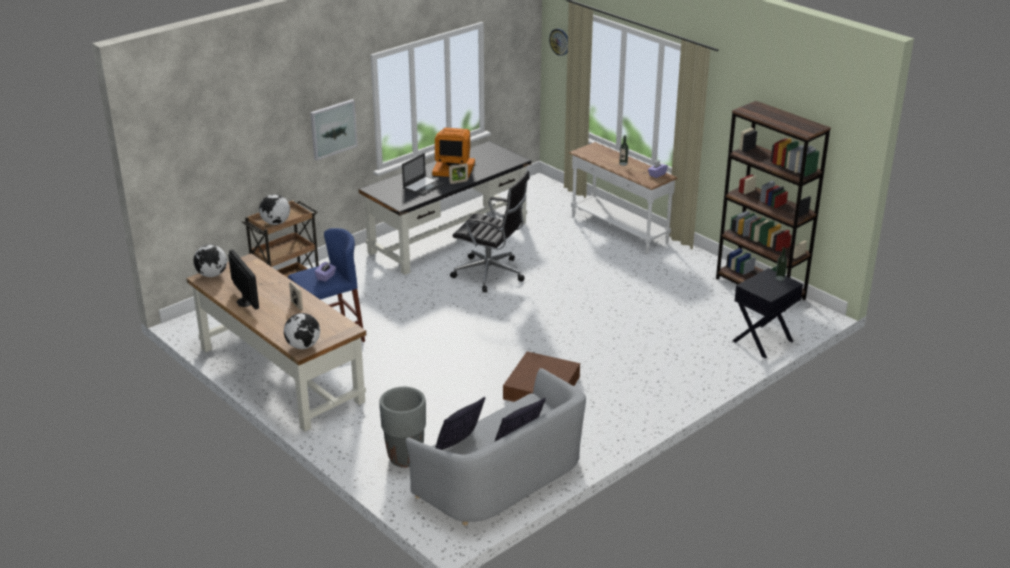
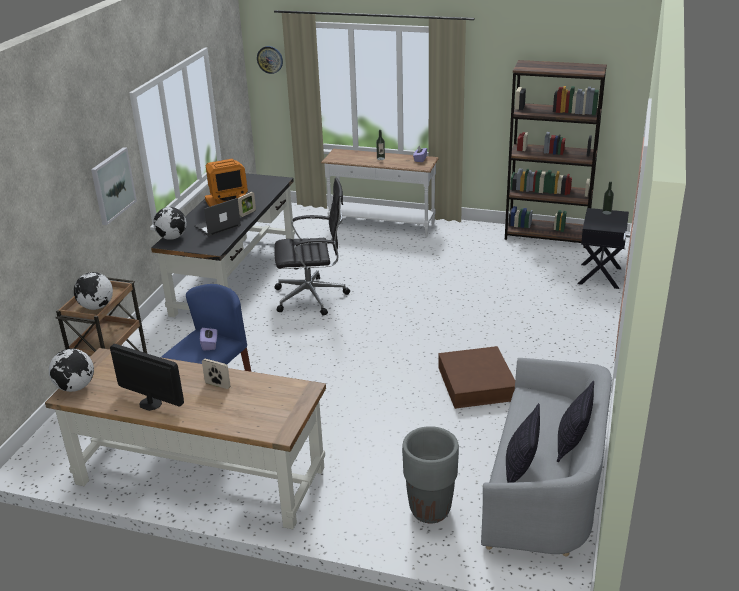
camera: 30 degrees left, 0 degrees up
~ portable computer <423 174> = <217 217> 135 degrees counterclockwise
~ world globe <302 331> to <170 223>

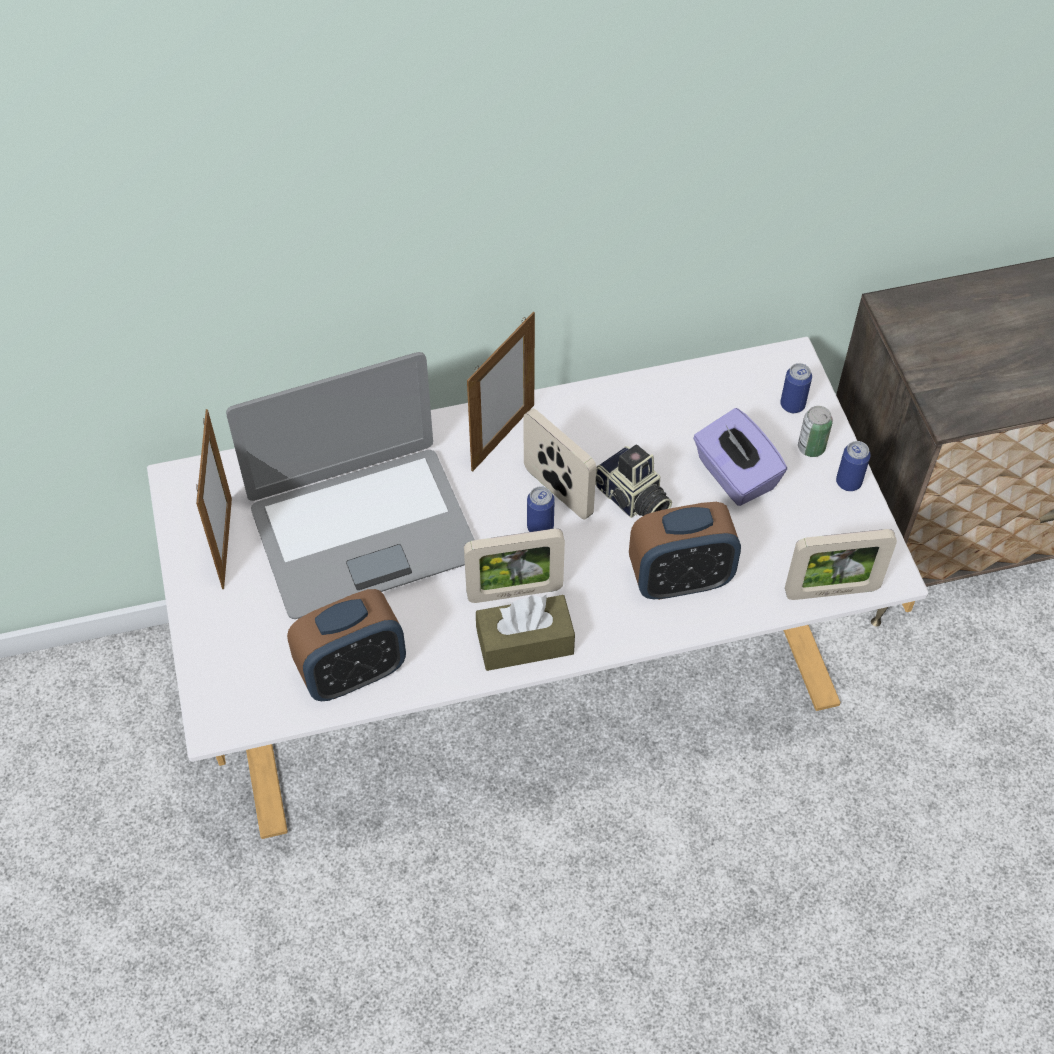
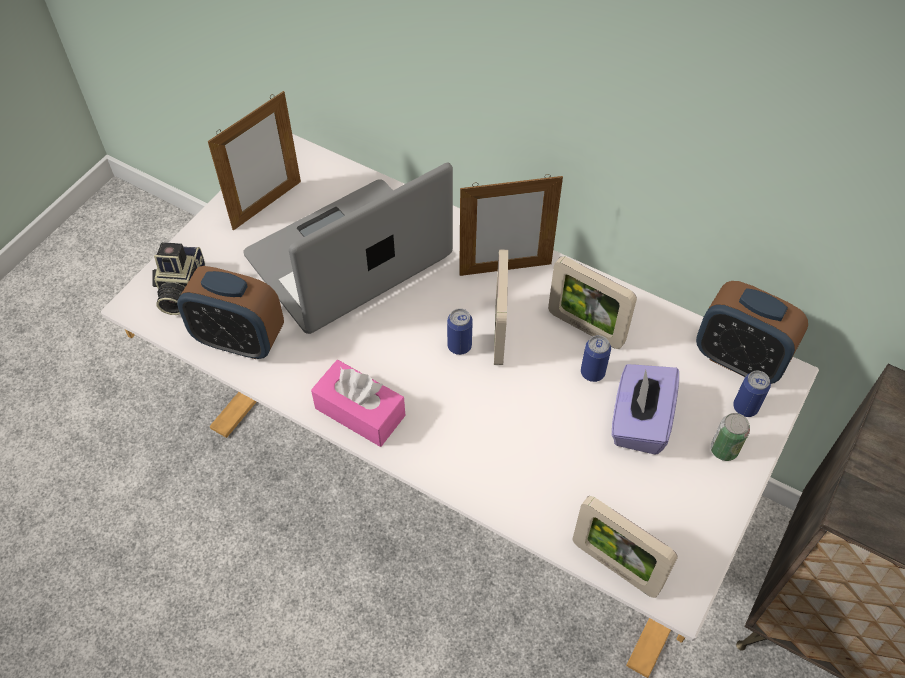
camera: 45 degrees right, 0 degrees up
~ portable computer <350 485> = <348 248> 120 degrees clockwise
~ sealed can <853 466> to <596 358>
~ photo camera <633 481> to <178 278>
~ bedside clock <685 551> to <752 332>
~ photo frame <514 566> to <592 302>
~ tissue holder (brownish) <525 632> to tissue holder (pinkish) <358 403>

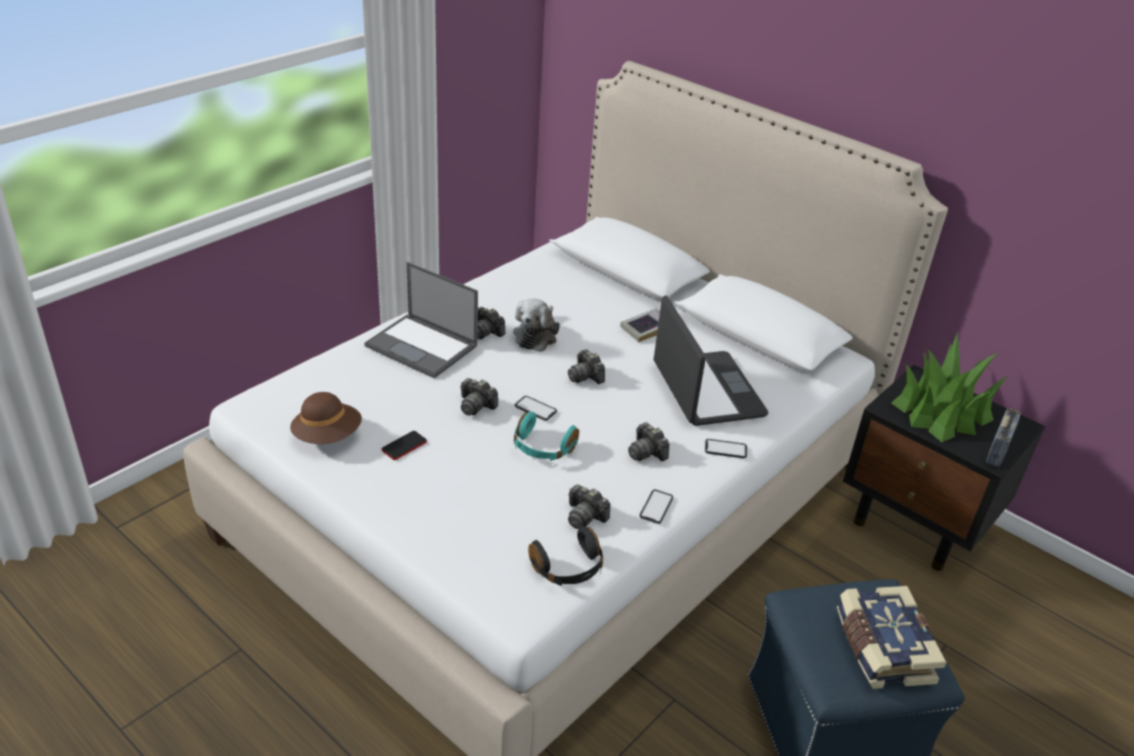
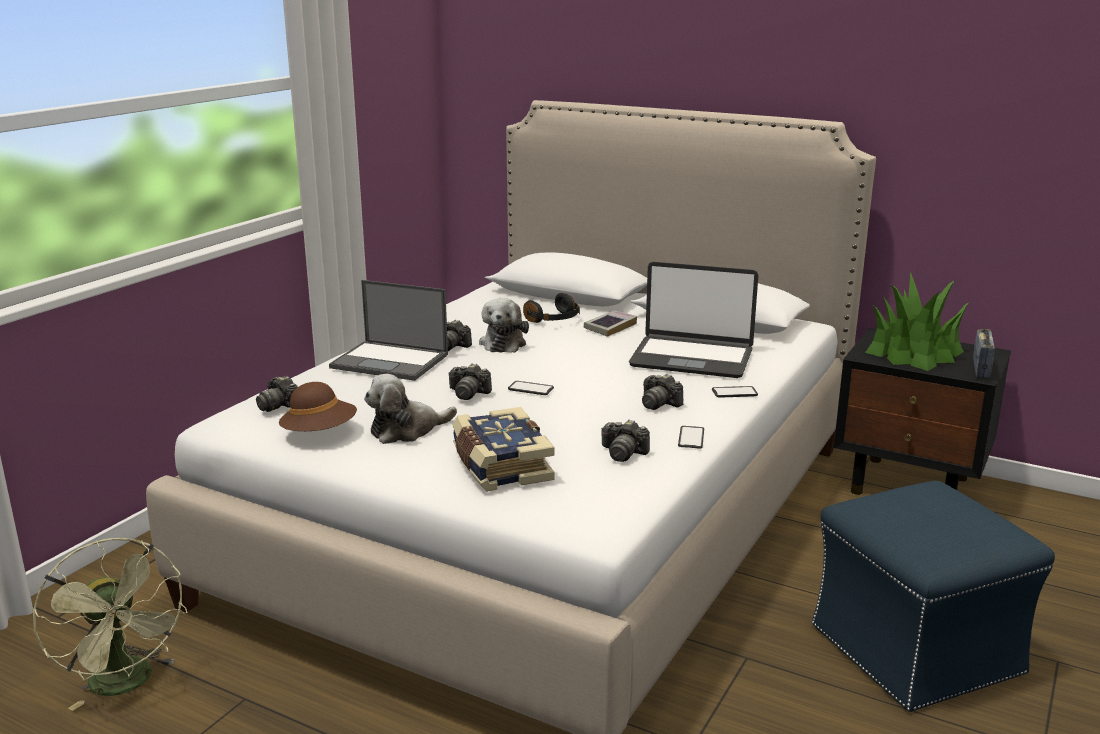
camera: 10 degrees left, 15 degrees down
~ portable computer <710 360> = <693 320> 135 degrees clockwise
~ photo camera <586 366> to <277 394>
- pair of headphones (blue-green) <546 436>
~ handset <404 445> to cuddly toy <410 409>
~ pair of headphones (black) <565 556> to <551 308>
~ book <892 637> to <504 449>
+ electric fan (green) <110 624>

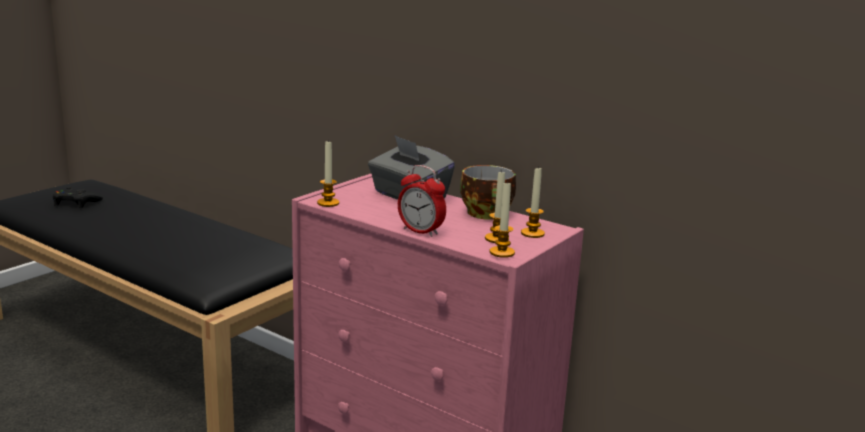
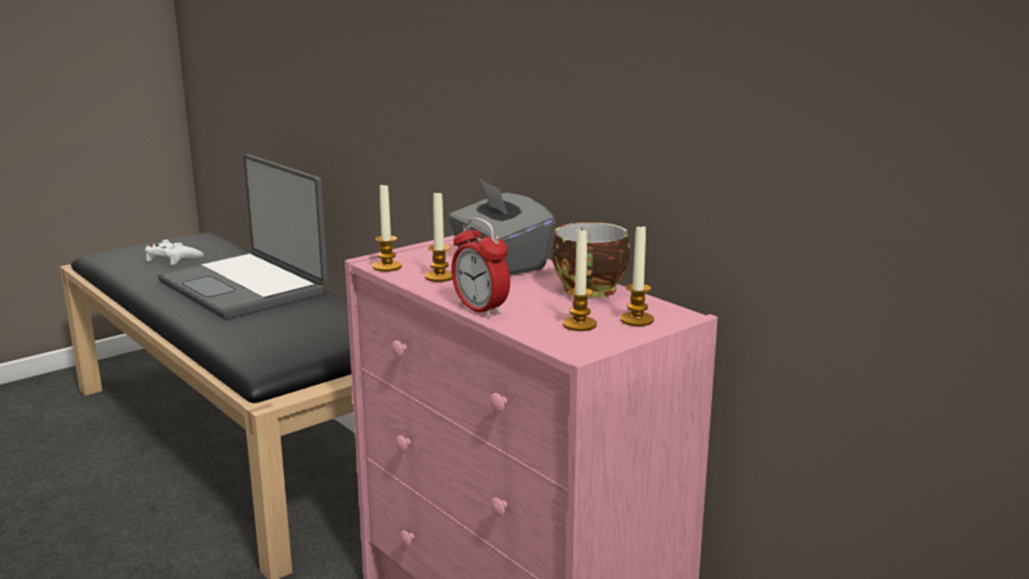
camera: 15 degrees right, 0 degrees up
~ wax light <502 219> to <438 236>
~ gamepad (black) <78 197> to gamepad (whitish) <174 252>
+ portable computer <242 237>

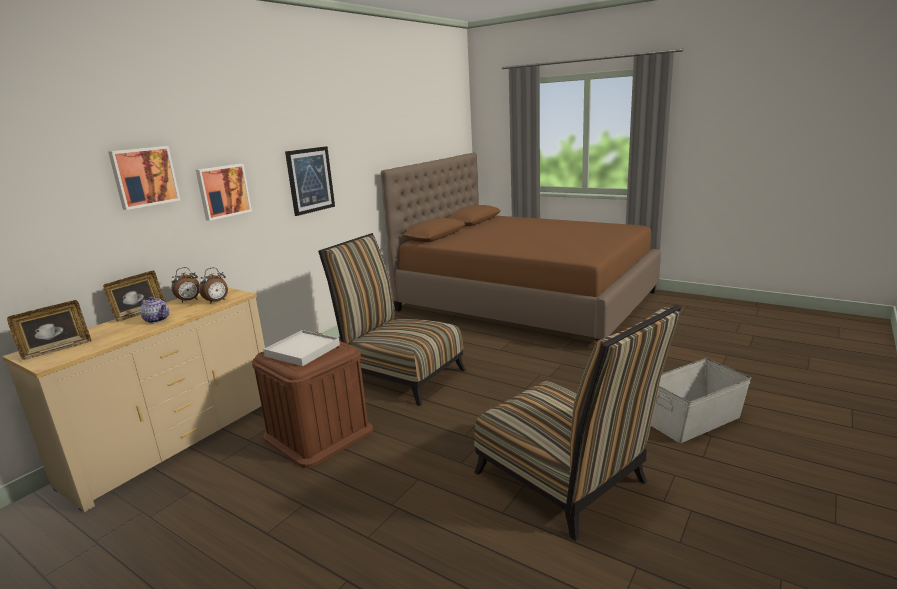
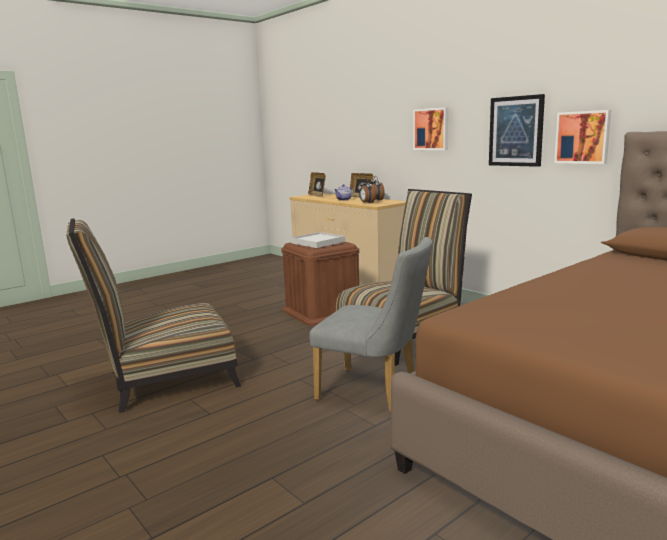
camera: 105 degrees right, 5 degrees down
~ wall art <144 178> to <582 137>
- storage container (grey) <701 400>
+ plain chair (grey) <370 324>

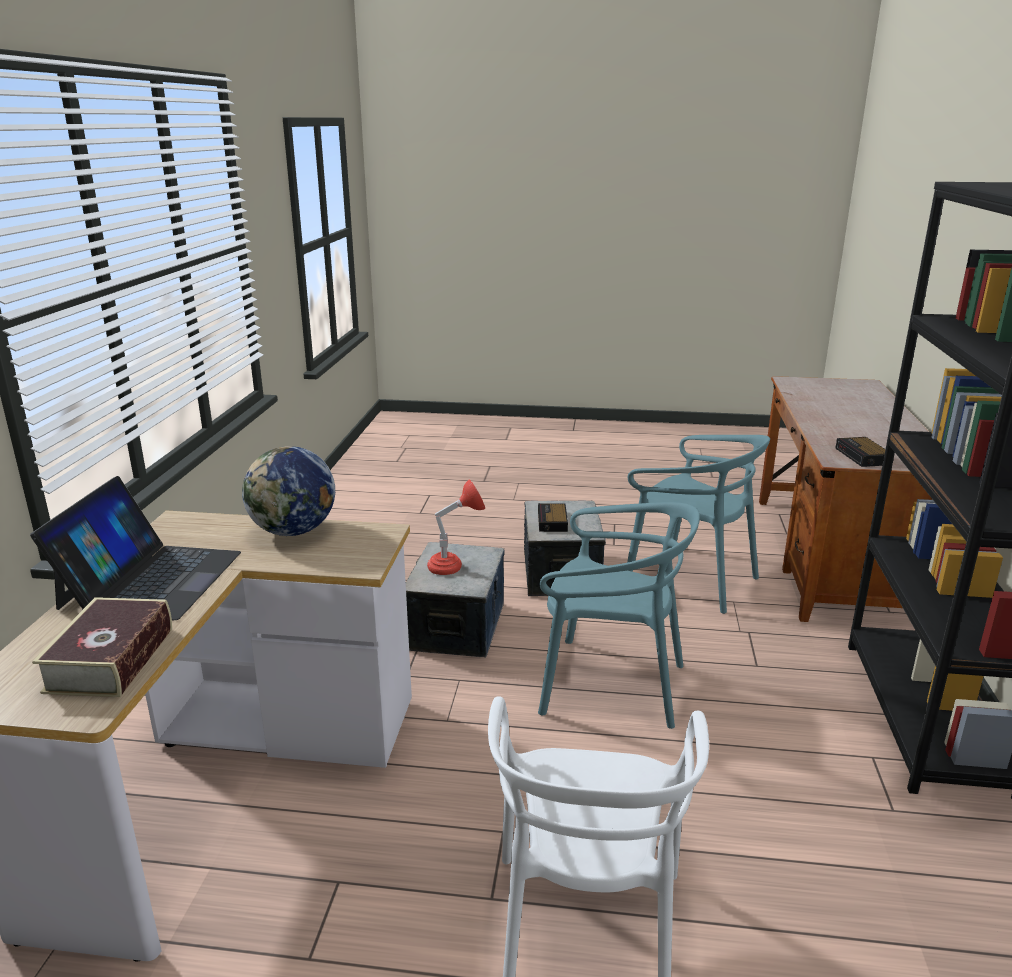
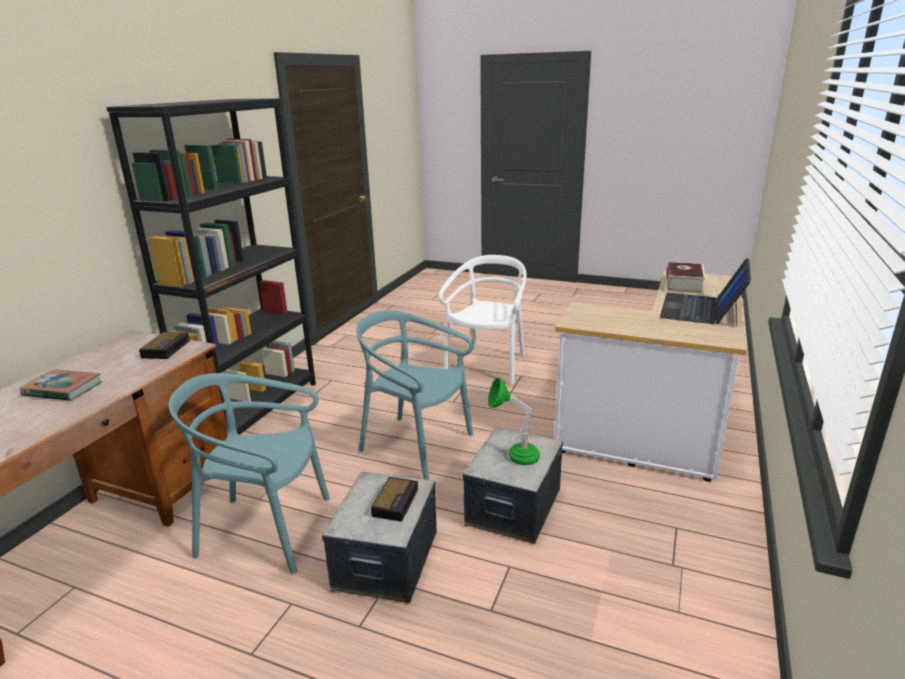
camera: 165 degrees left, 0 degrees up
~ plain chair (blue-green) <698 524> = <249 473> 45 degrees counterclockwise
- world globe <288 491>
~ table lamp (red-coloured) <456 527> to table lamp (green) <514 421>
+ book <61 385>

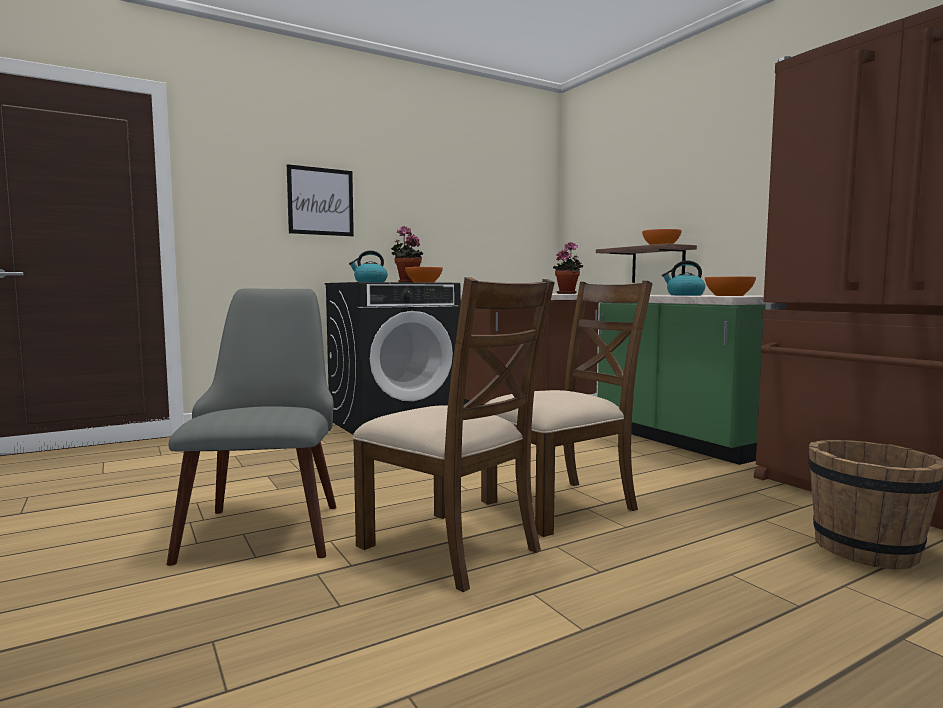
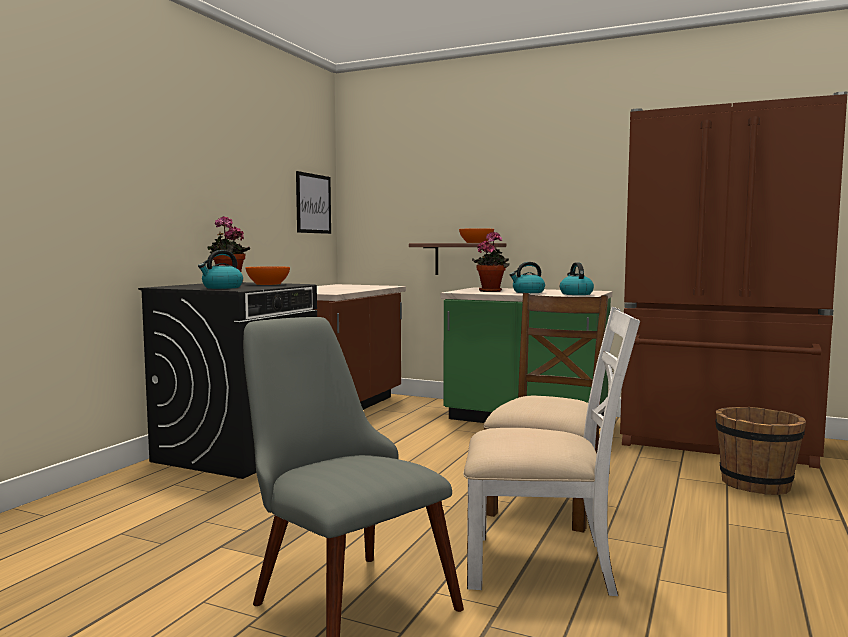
camera: 35 degrees left, 0 degrees up
~ wall art <320 200> to <313 202>
~ plant in a pot <568 268> to <491 261>
~ plain chair (brownish) <454 434> to plain chair (whitish) <551 451>
~ bowl (orange-coloured) <730 286> to tea kettle <577 278>

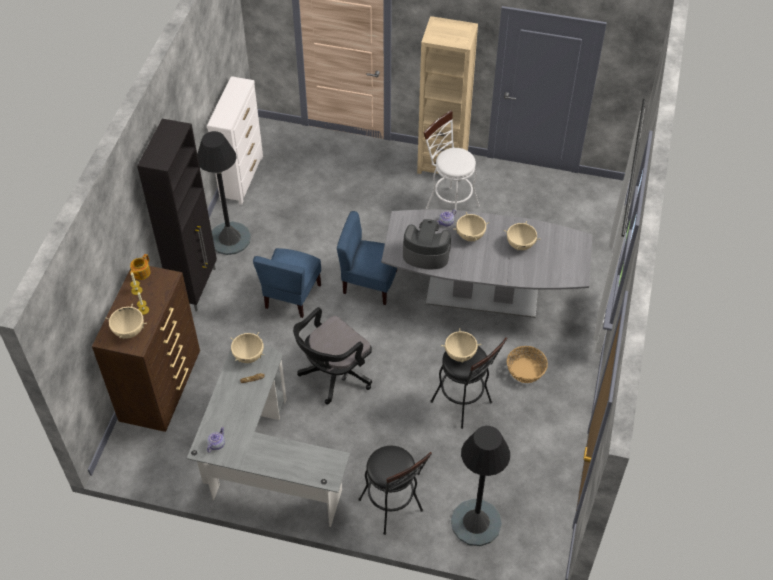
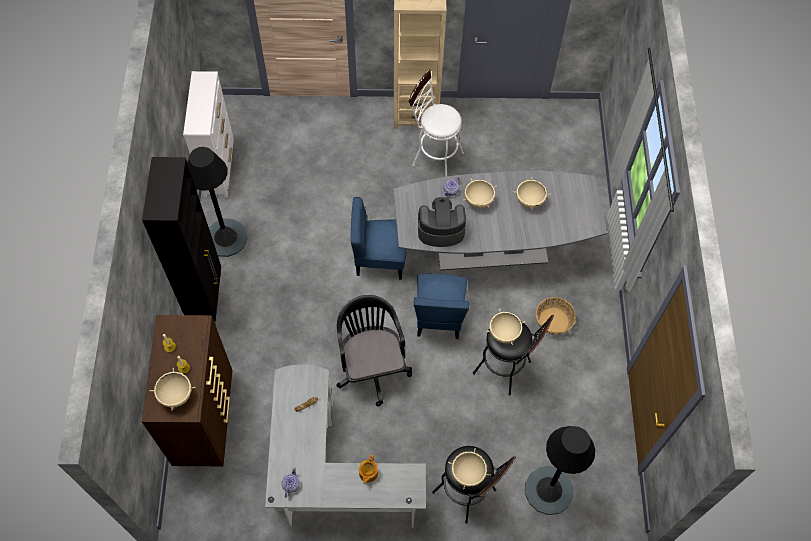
camera: 15 degrees left, 10 degrees up
~ plain chair (blue) <287 283> to <442 306>
~ pot for tea <140 267> to <368 469>
~ computer chair (black) <332 355> = <374 351> 135 degrees clockwise
~ saucepot (beige) <247 347> to <469 468>

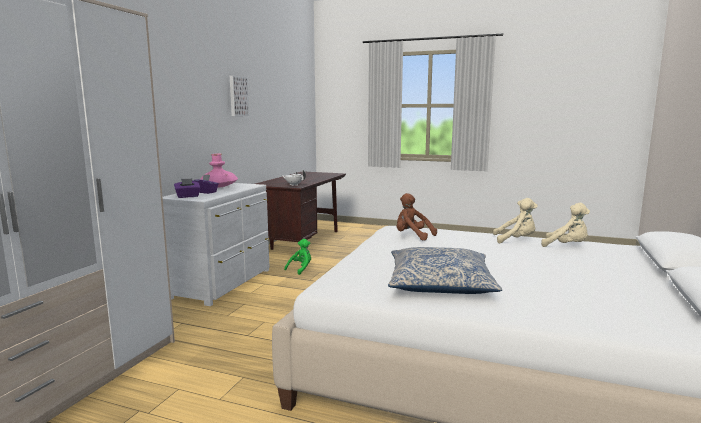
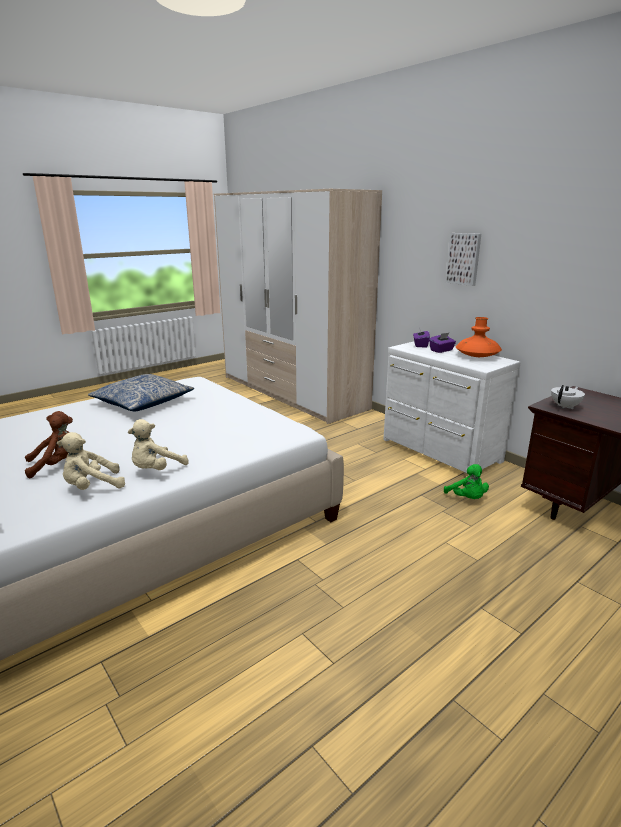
camera: 120 degrees right, 10 degrees up
~ wall art <239 96> to <463 259>
~ vase (pinkish) <219 171> to vase (orange-coloured) <479 337>
~ cuddly toy (brownish) <417 217> to <49 444>

